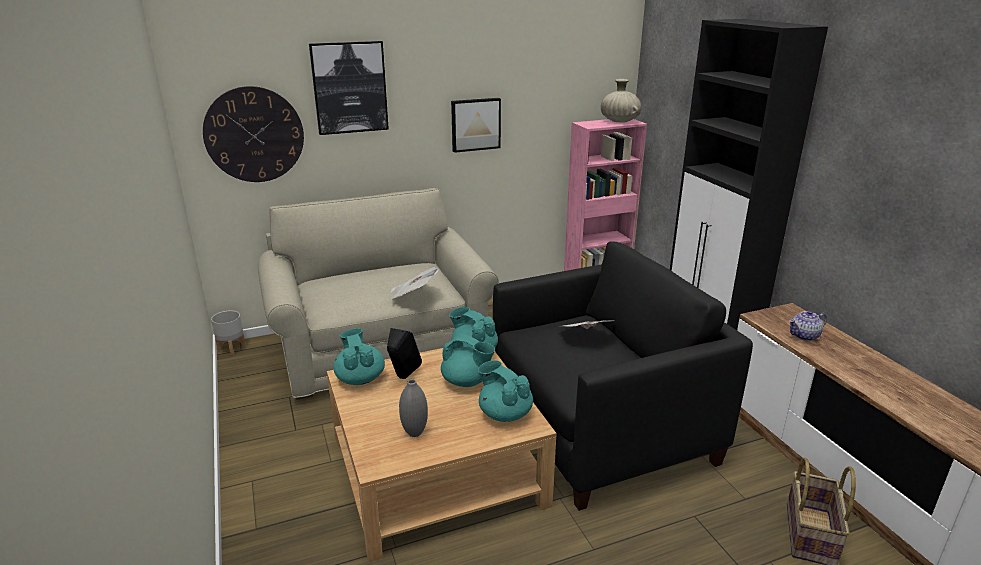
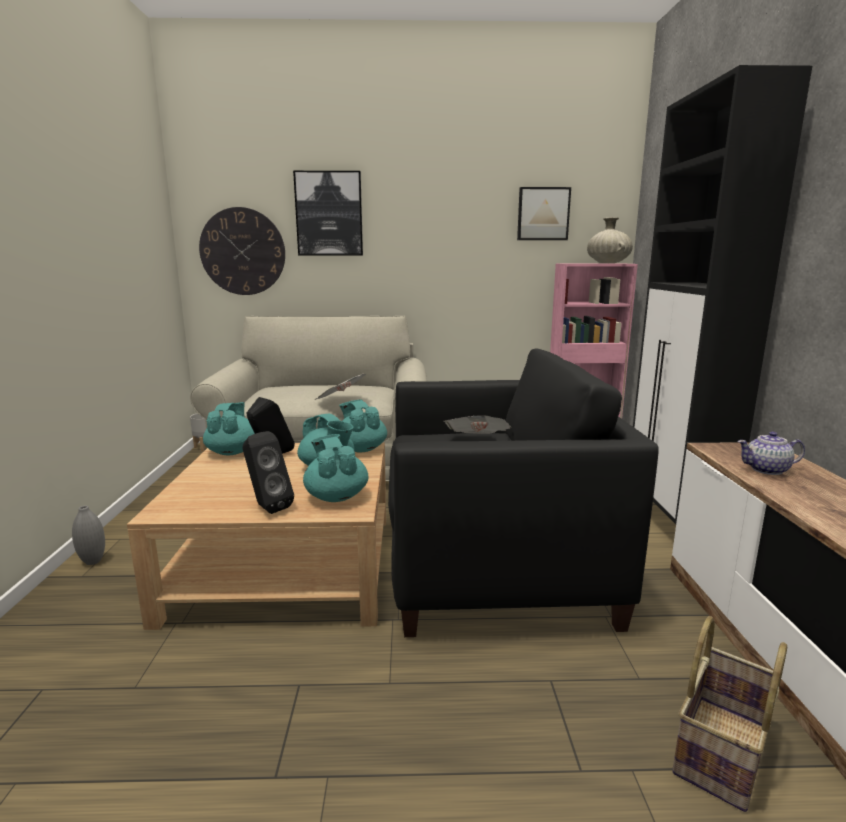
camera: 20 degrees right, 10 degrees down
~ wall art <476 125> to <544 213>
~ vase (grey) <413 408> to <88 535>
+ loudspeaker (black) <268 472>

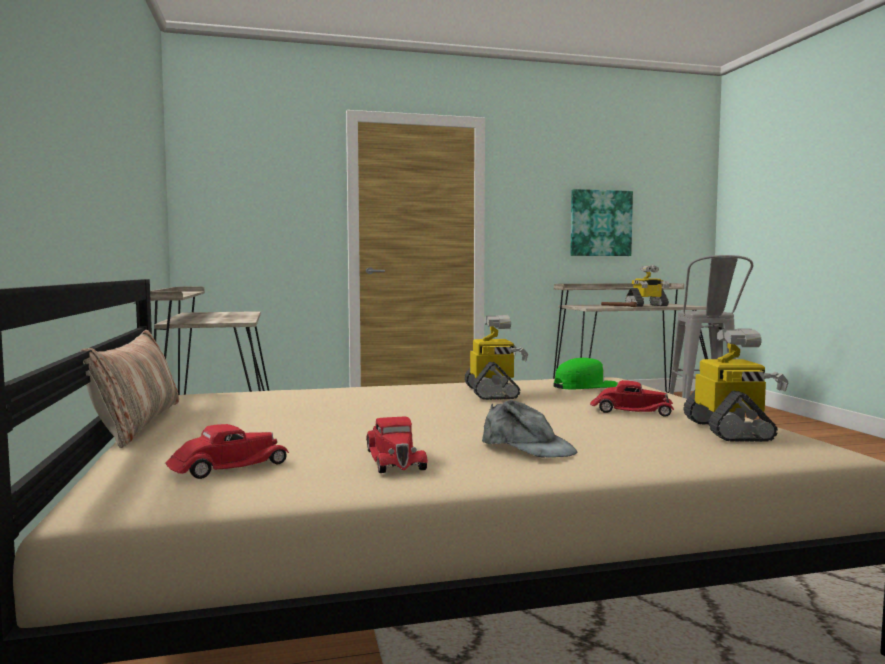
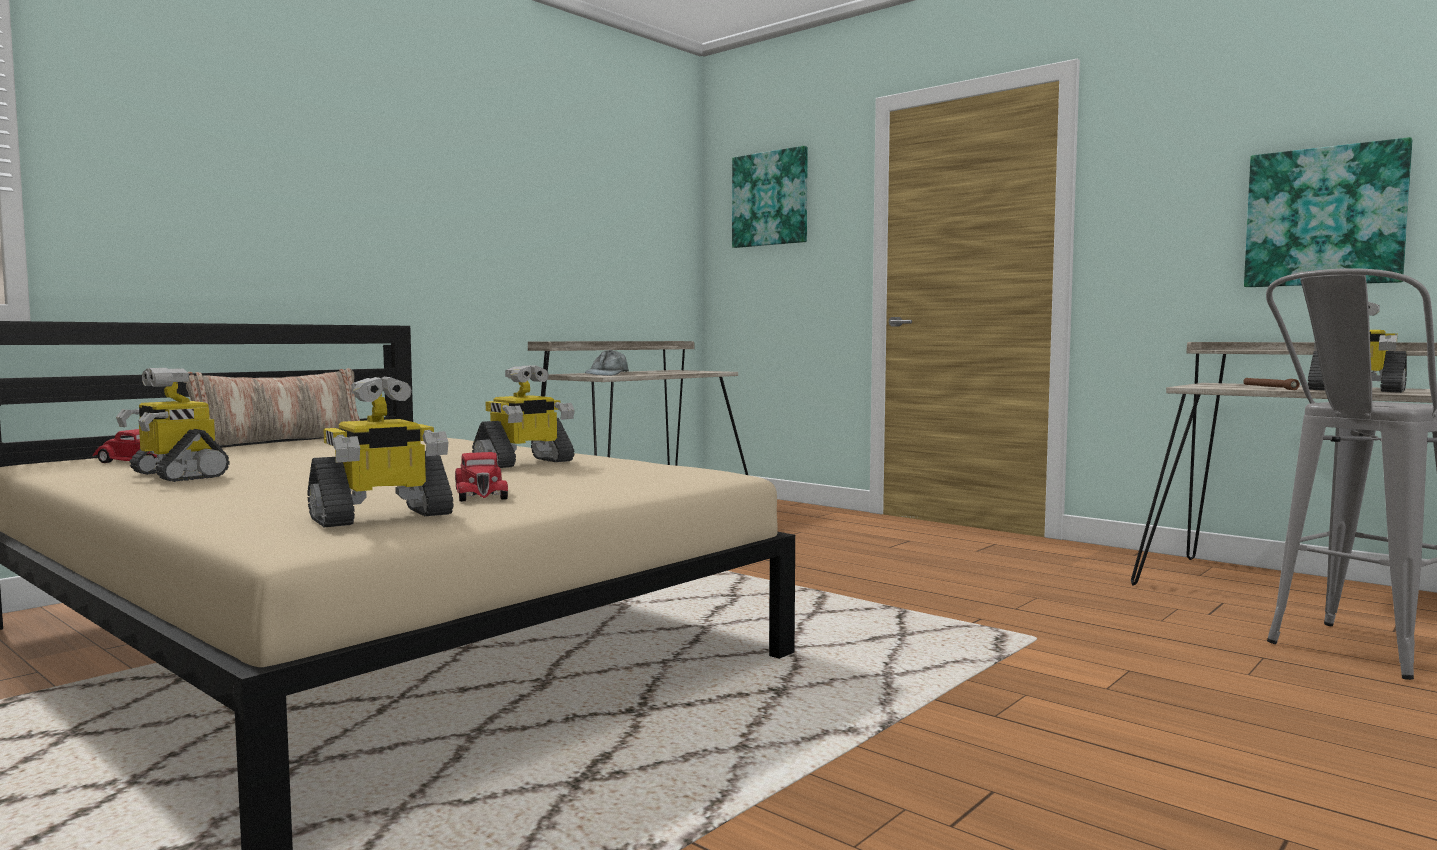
camera: 55 degrees right, 0 degrees up
- peaked cap (green) <585 373>
~ peaked cap (grey) <530 429> to <607 363>
~ toy car (red-coloured) <397 444> to model robot <172 425>
+ wall art <770 197>

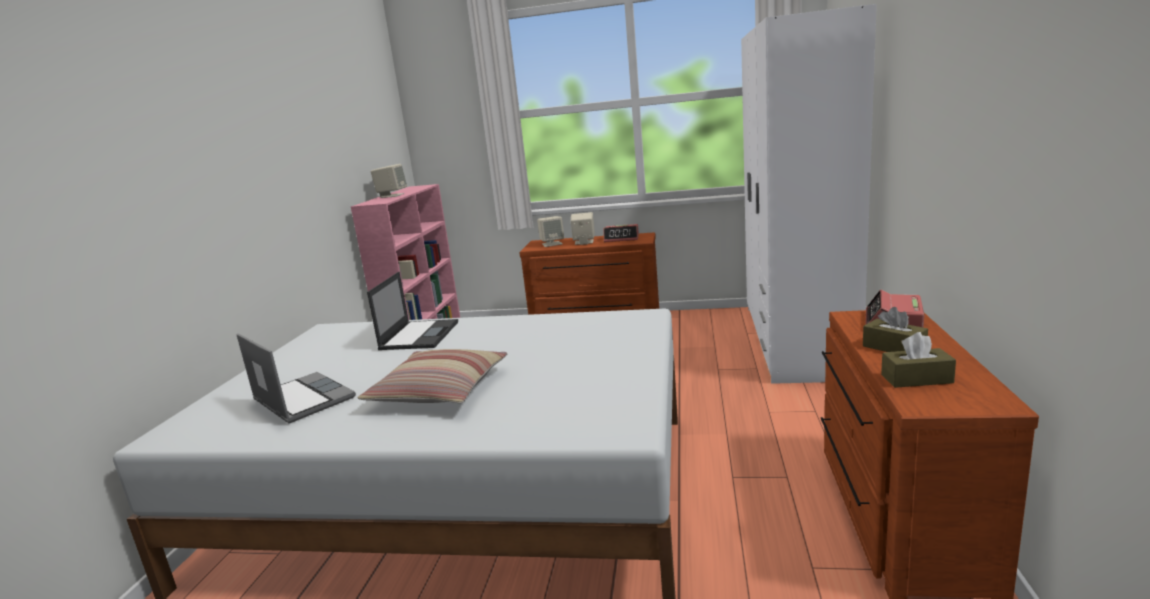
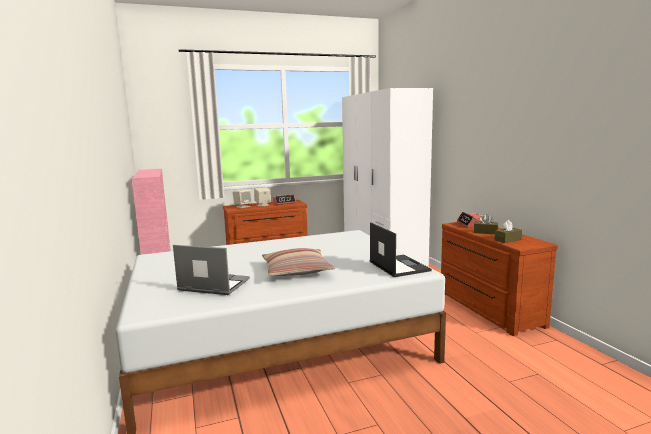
camera: 30 degrees left, 5 degrees down
- loudspeaker (beige) <389 181>
~ portable computer <412 311> to <401 249>

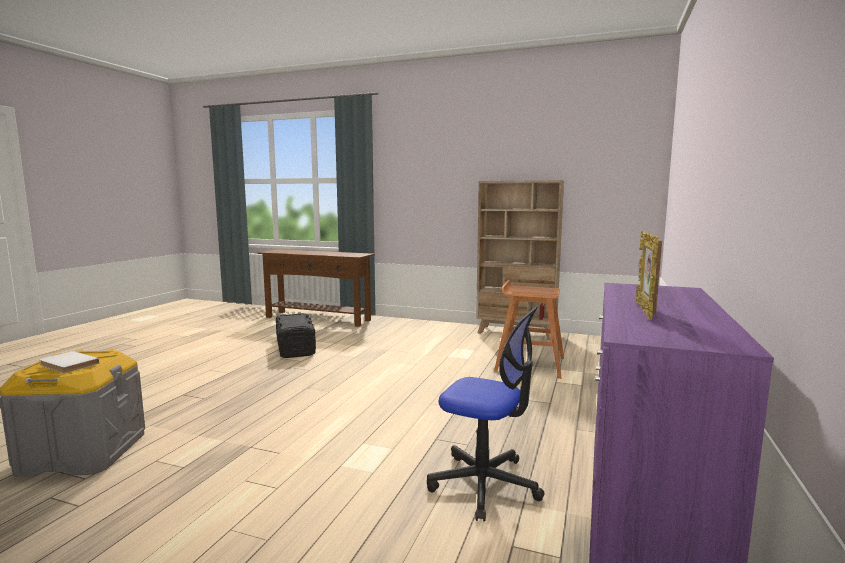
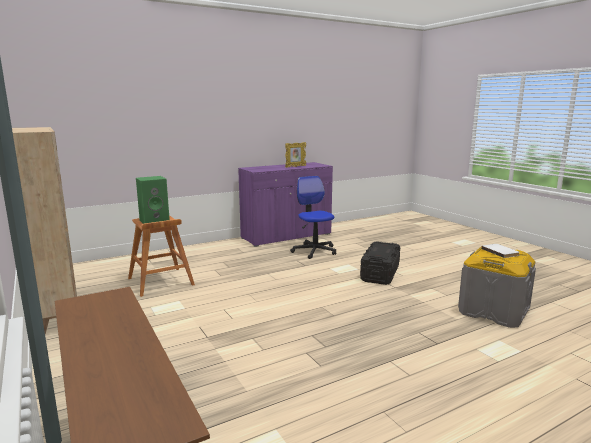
camera: 140 degrees left, 5 degrees up
~ storage container (black) <296 335> to <380 263>
+ loudspeaker (green) <153 200>

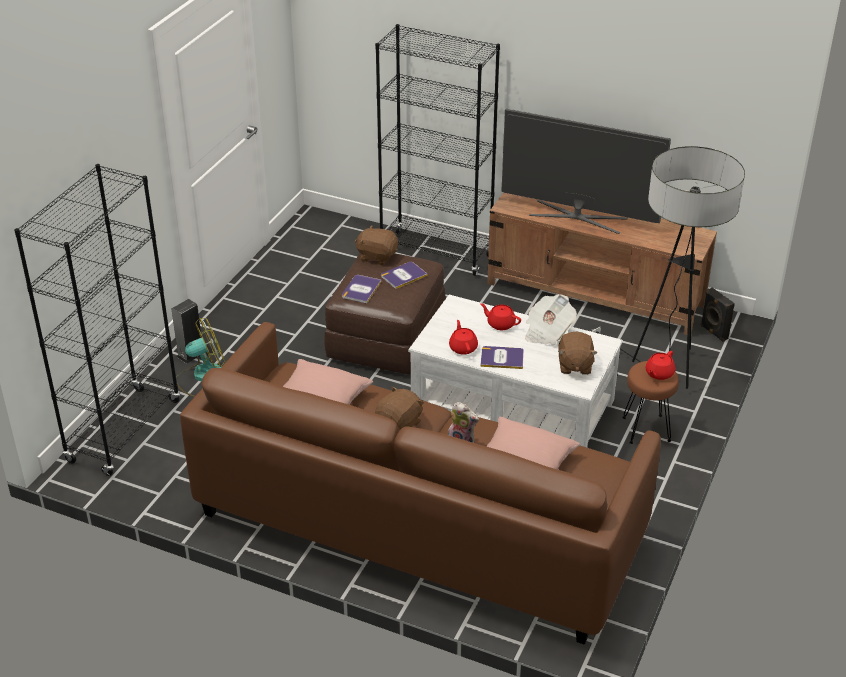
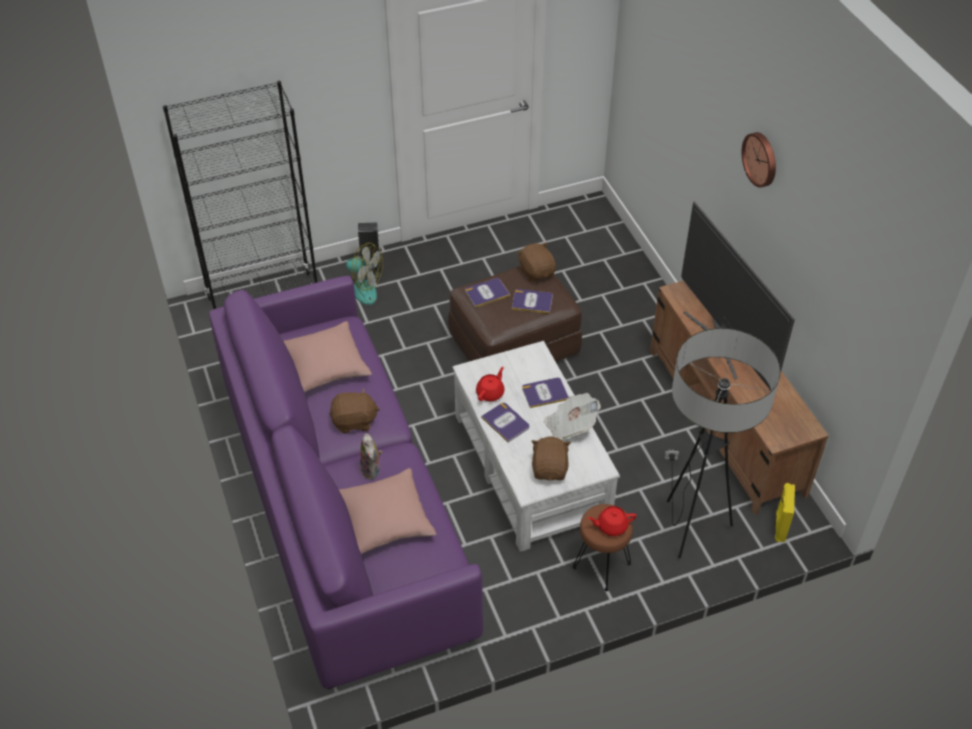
camera: 45 degrees right, 10 degrees up
- bookshelf (black) <437 150>
~ loudspeaker (black) <718 315> to loudspeaker (yellow) <785 512>
~ pot for tea (red-coloured) <500 316> to book <545 393>
~ settee (brownish) <420 483> to settee (purple) <346 482>
~ cuddly toy (brownish) <577 353> = <551 458> 135 degrees clockwise
+ clock on the wall <758 160>

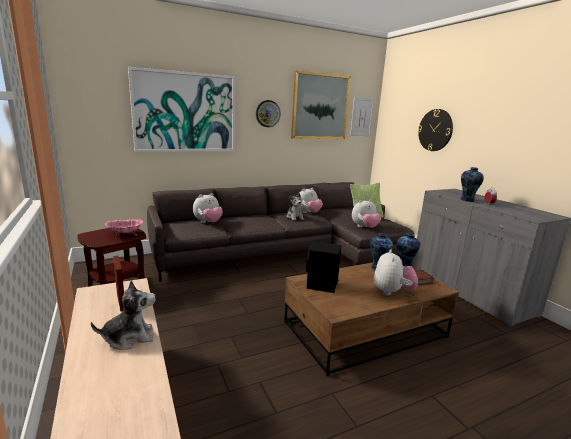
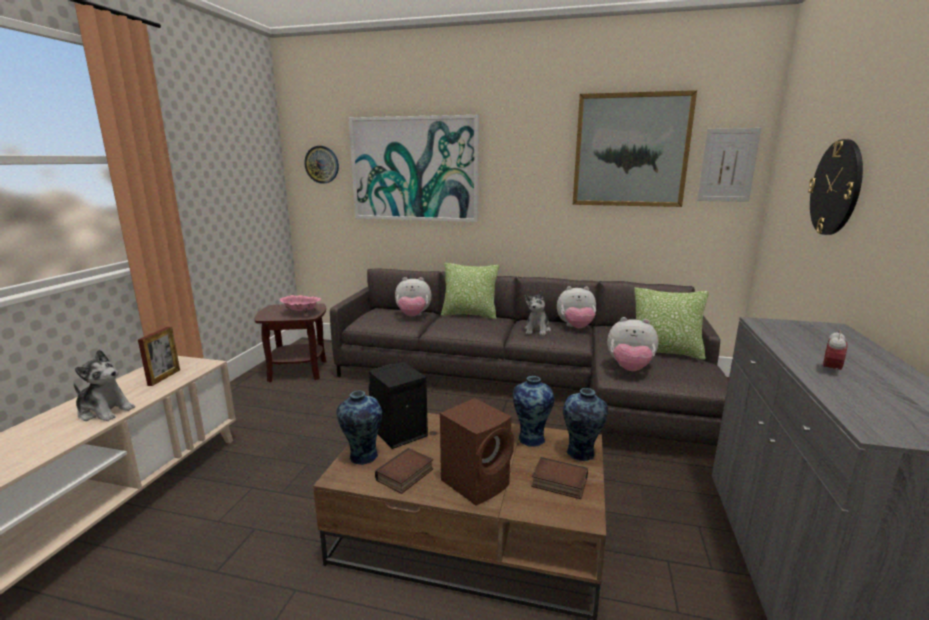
camera: 40 degrees right, 0 degrees up
~ clock on the wall <268 113> to <321 164>
~ vase <472 184> to <359 428>
~ cuddly toy <396 272> to loudspeaker (brownish) <477 452>
+ cushion <470 291>
+ book <404 471>

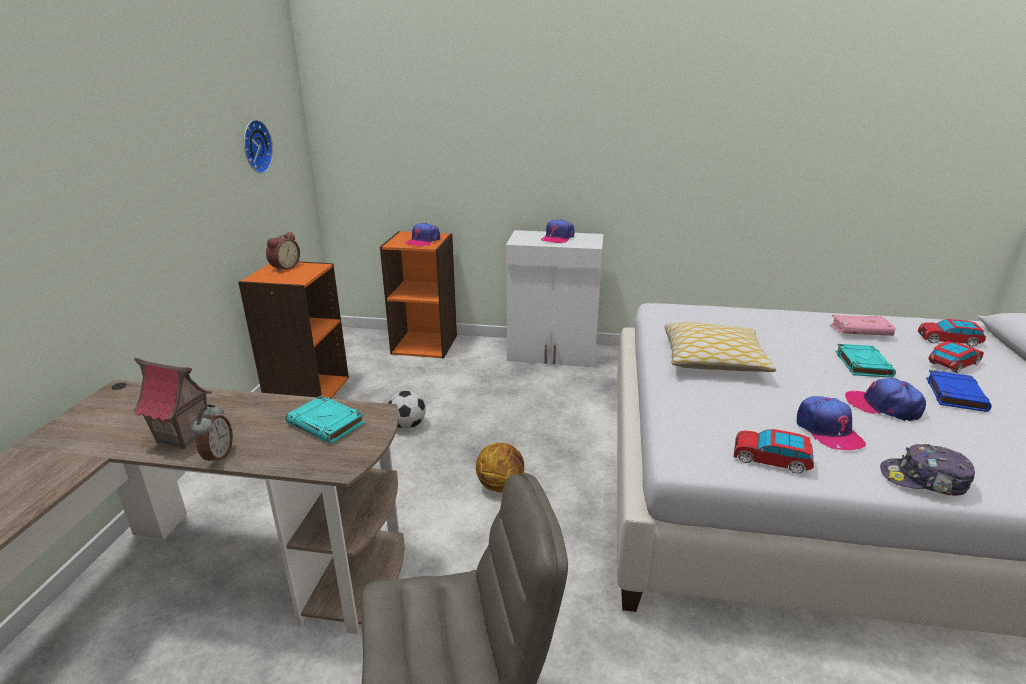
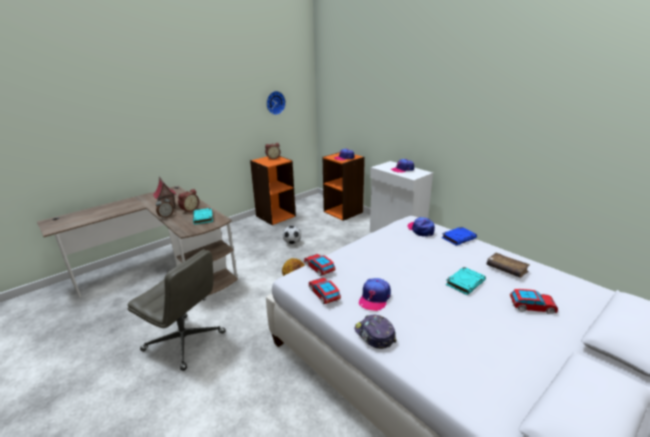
camera: 40 degrees right, 0 degrees up
~ book (pinkish) <862 325> to book (brownish) <508 265>
~ toy car <952 333> to <319 265>
- cushion <720 347>
~ book (blue) <959 391> to <459 236>
~ peaked cap <885 399> to <421 227>
+ bedside clock <188 201>

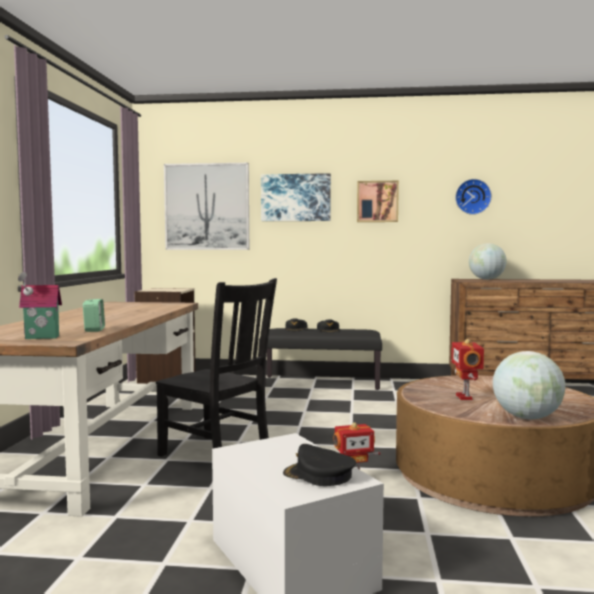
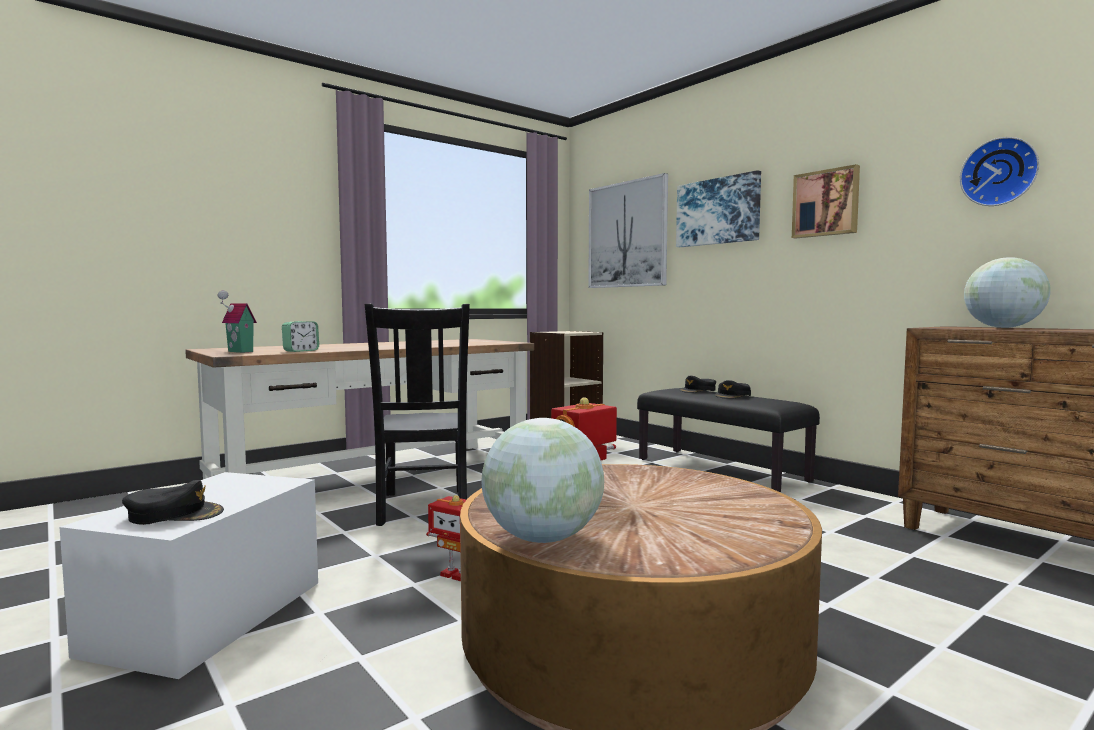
camera: 45 degrees right, 0 degrees up
~ peaked cap (black) <319 465> = <173 502> 105 degrees clockwise

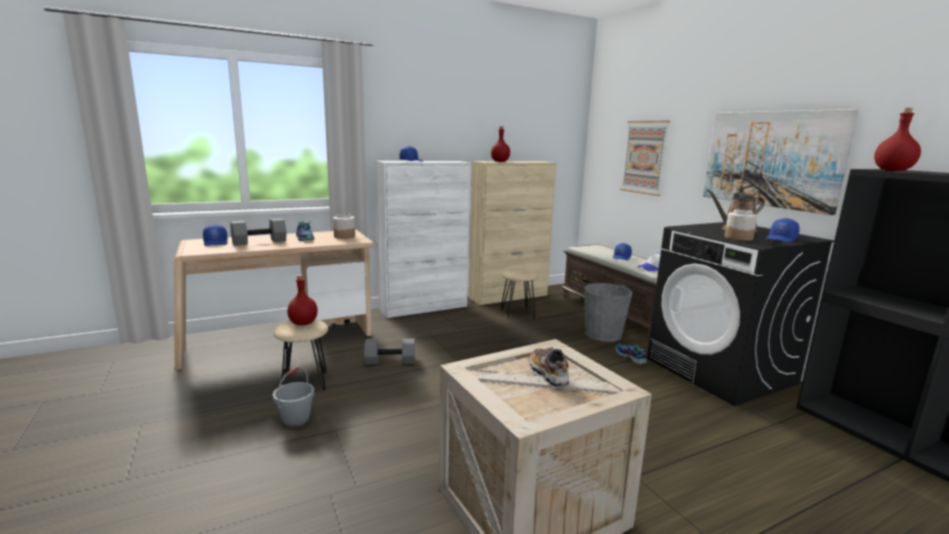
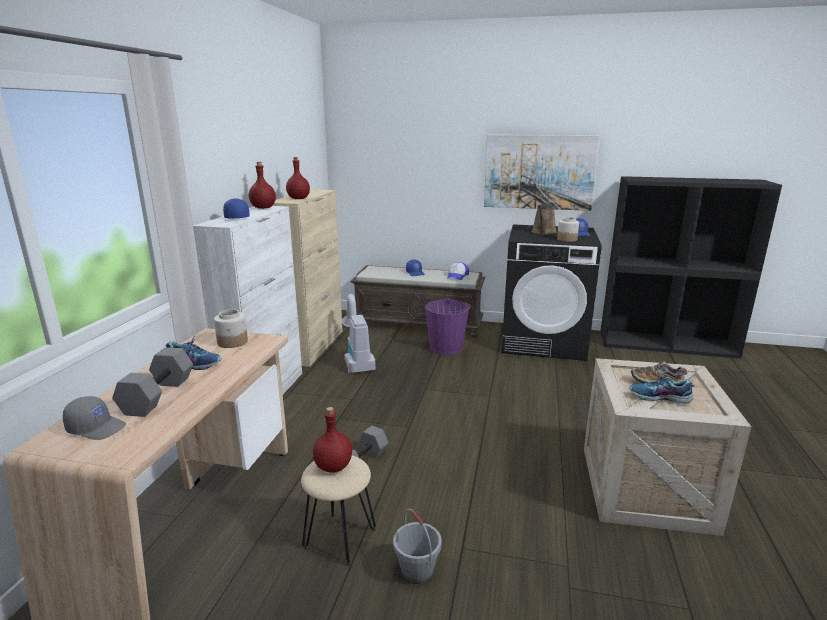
camera: 50 degrees left, 5 degrees up
~ drink bottle (red-coloured) <897 139> to <262 185>
- wall art <645 158>
~ peaked cap (blue) <215 235> to peaked cap (grey) <94 418>
~ stool seat (beige) <519 293> to vacuum <359 333>
~ pail (grey) <608 312> to pail (purple) <448 326>
~ item of footwear <631 354> to <662 390>

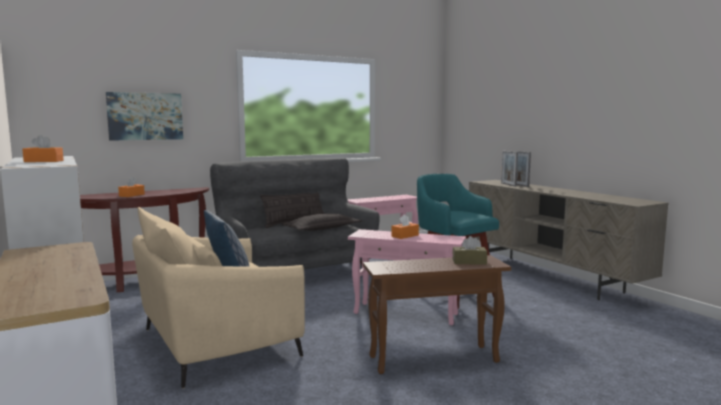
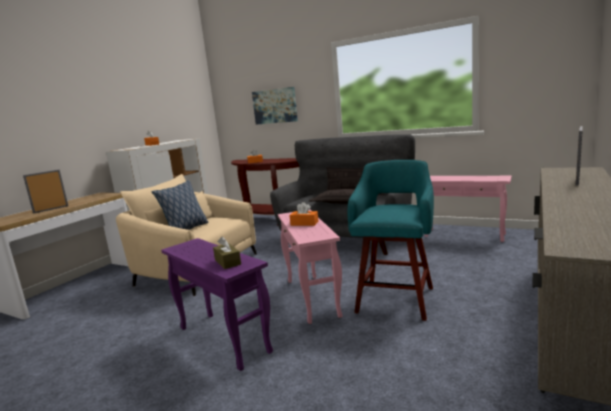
camera: 60 degrees right, 5 degrees up
~ photo frame <509 169> to <45 192>
~ accent table (brownish) <437 314> to accent table (purple) <217 304>

